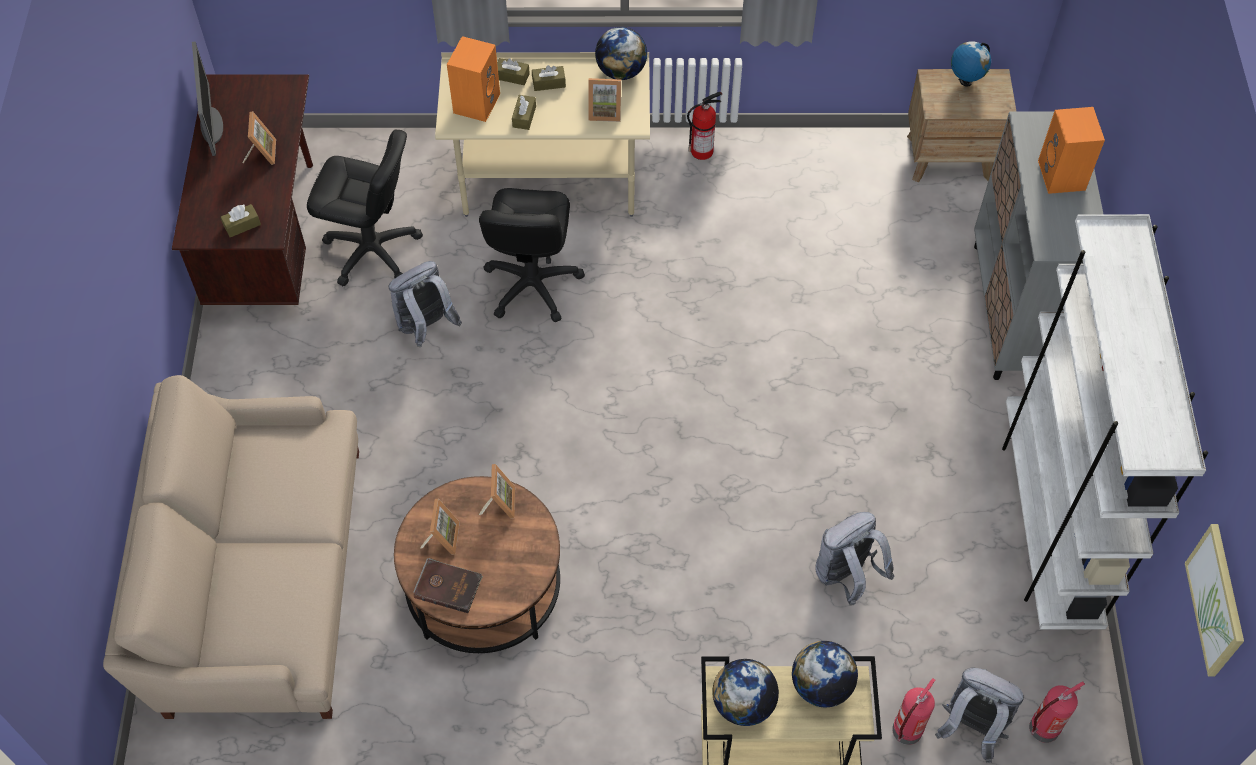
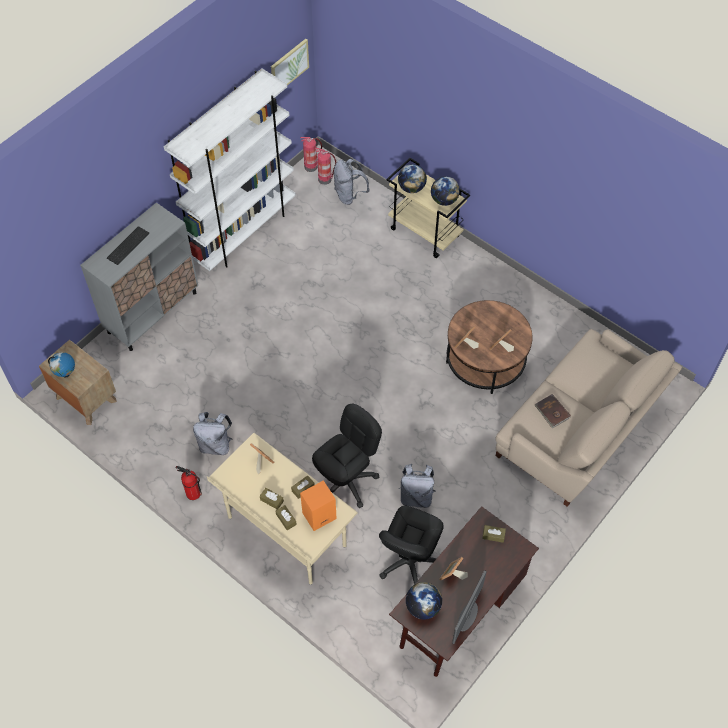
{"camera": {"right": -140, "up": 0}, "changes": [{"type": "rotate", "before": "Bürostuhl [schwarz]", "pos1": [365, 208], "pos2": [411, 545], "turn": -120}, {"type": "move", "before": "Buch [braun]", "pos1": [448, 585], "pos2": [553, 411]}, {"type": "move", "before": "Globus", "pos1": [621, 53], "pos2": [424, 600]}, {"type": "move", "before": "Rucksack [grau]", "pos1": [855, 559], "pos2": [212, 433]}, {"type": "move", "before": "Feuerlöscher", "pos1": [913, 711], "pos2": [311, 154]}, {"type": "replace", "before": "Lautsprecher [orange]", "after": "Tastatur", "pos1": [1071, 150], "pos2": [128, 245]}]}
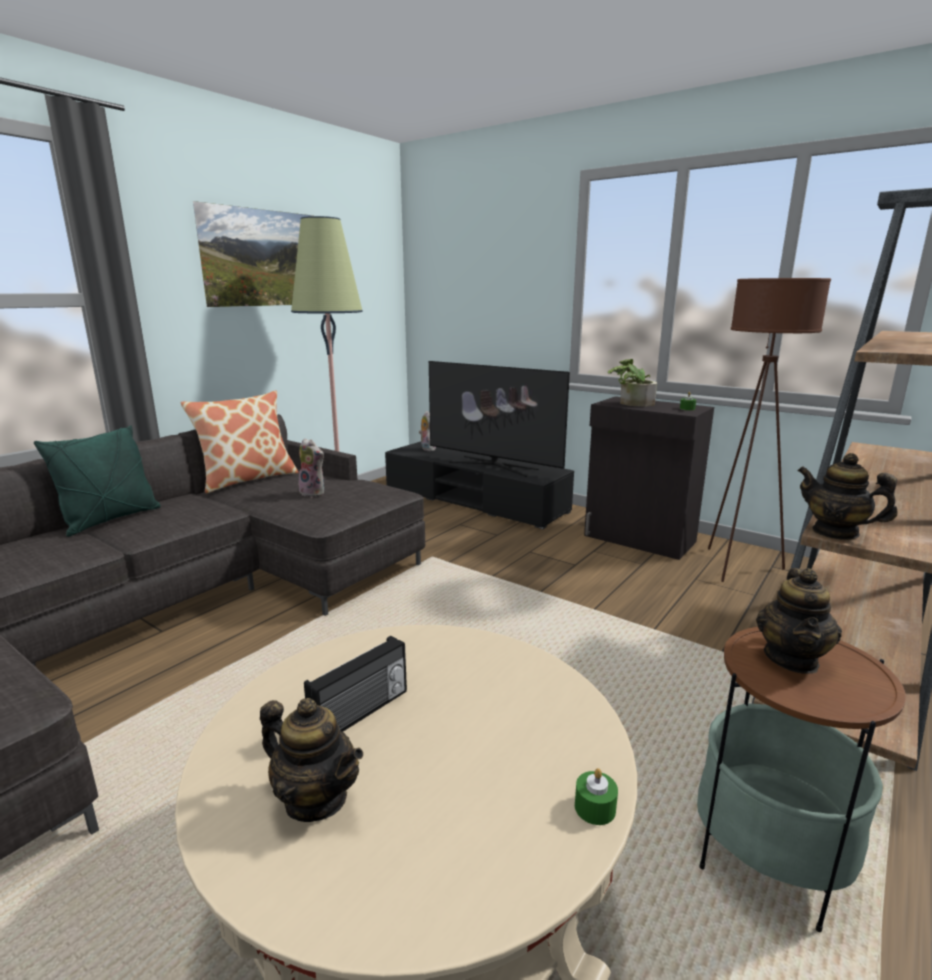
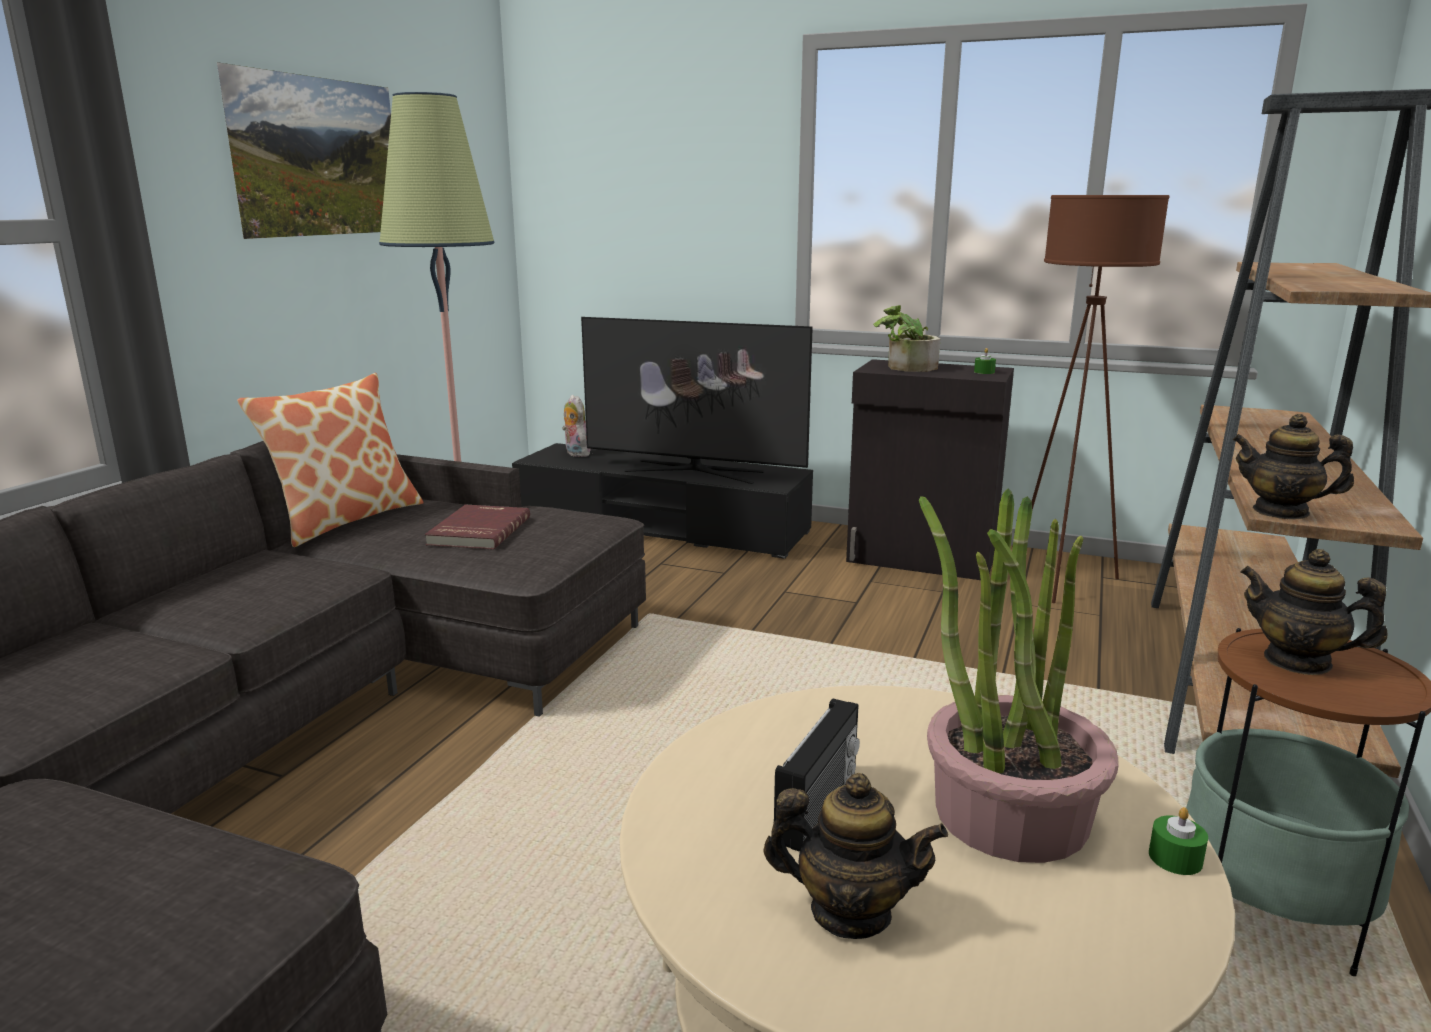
{"camera": {"right": -15, "up": 0}, "changes": [{"type": "delete", "before": "Kissen [grün]", "pos1": [97, 481]}, {"type": "replace", "before": "Plüschtier", "after": "Buch [rot]", "pos1": [310, 467], "pos2": [477, 527]}, {"type": "rotate", "before": "Teekanne", "pos1": [799, 621], "pos2": [1313, 612], "turn": 120}, {"type": "insert", "after": "Topfpflanze", "pos2": [1019, 675]}]}
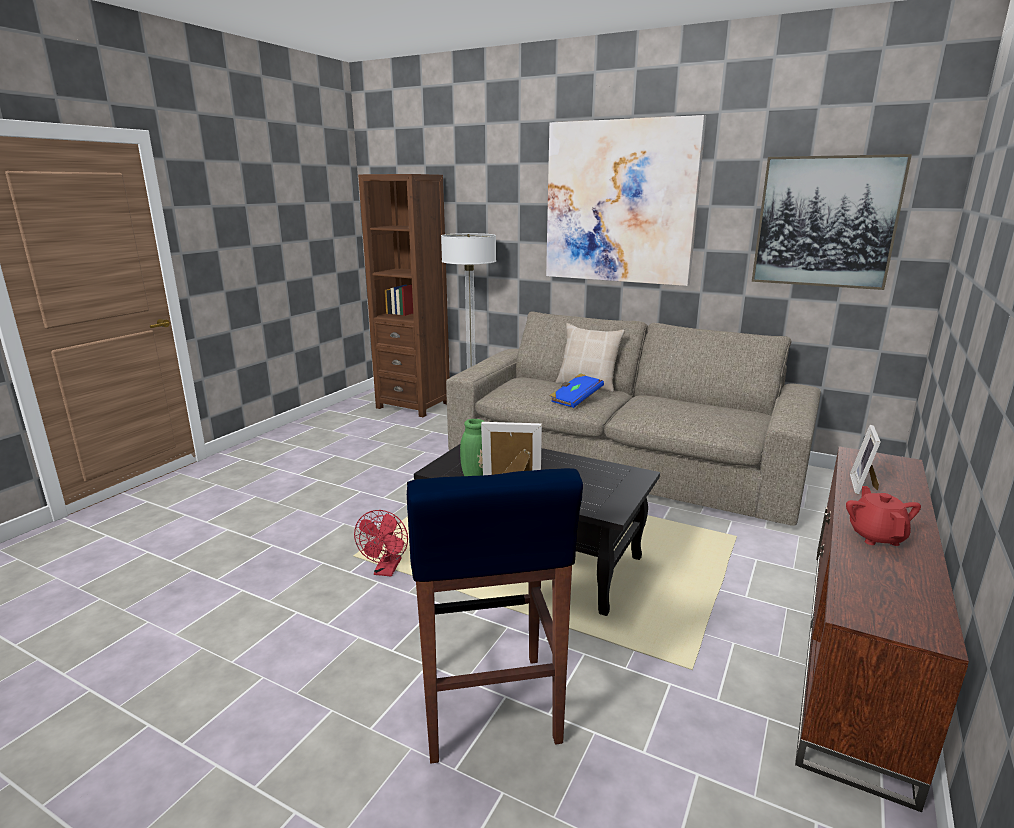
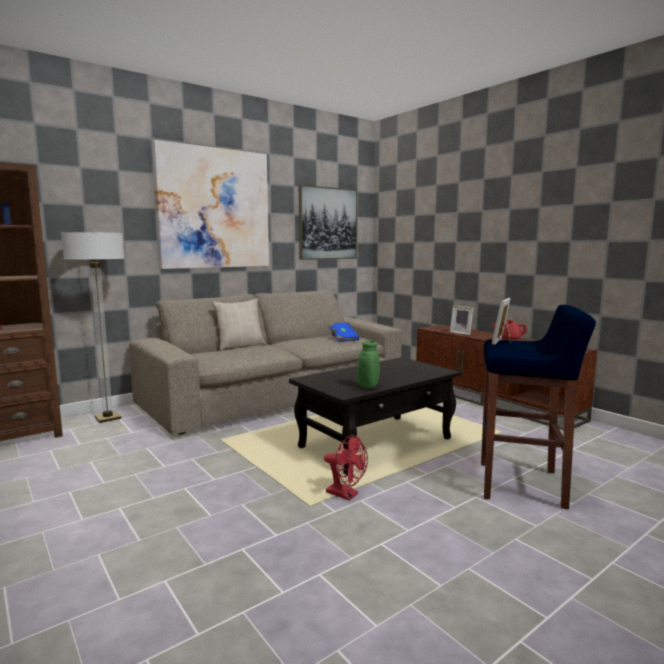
{"camera": {"right": -65, "up": -10}, "changes": [{"type": "move", "before": "Buch [blau]", "pos1": [577, 390], "pos2": [344, 332]}]}
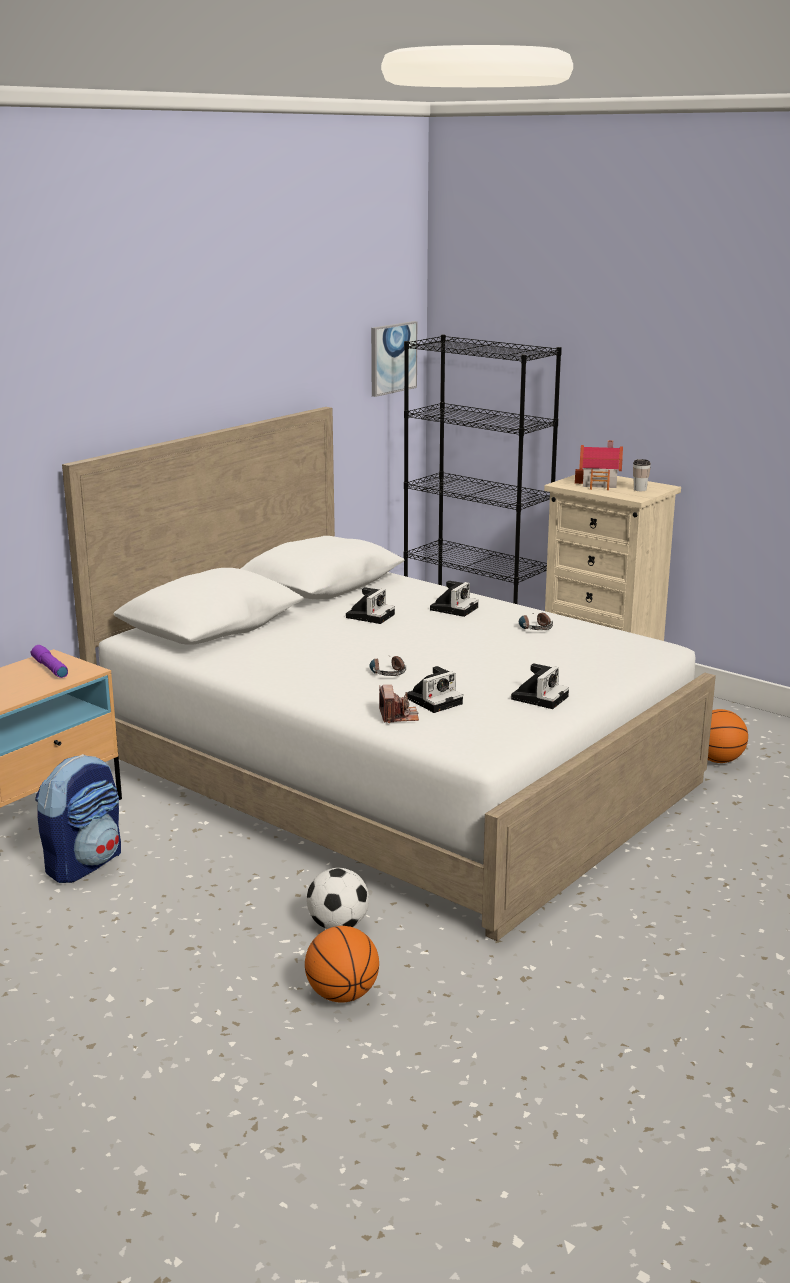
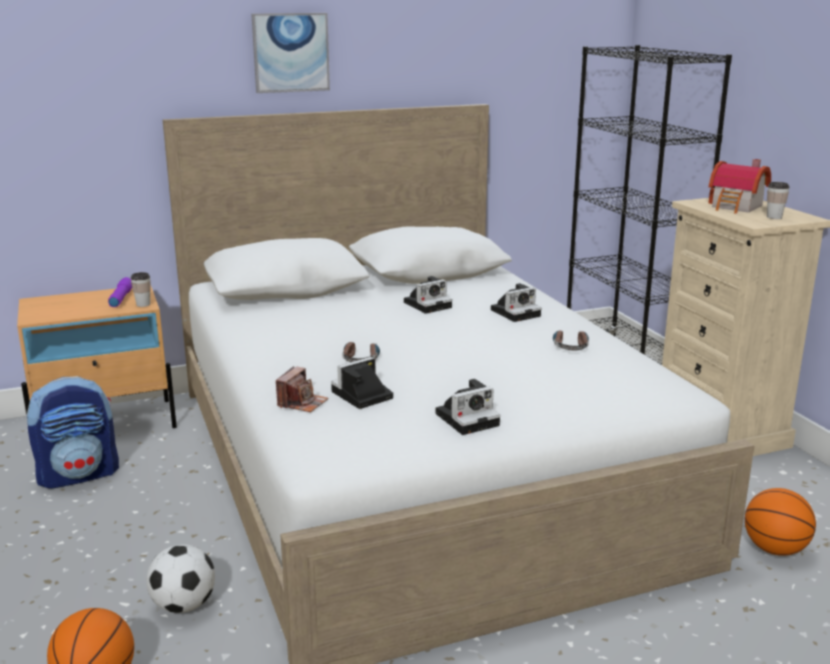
{"camera": {"right": 30, "up": 0}, "changes": [{"type": "move", "before": "Bild", "pos1": [394, 359], "pos2": [290, 53]}, {"type": "rotate", "before": "Kamera", "pos1": [435, 689], "pos2": [362, 383], "turn": 150}, {"type": "insert", "after": "Tasse", "pos2": [141, 289]}]}
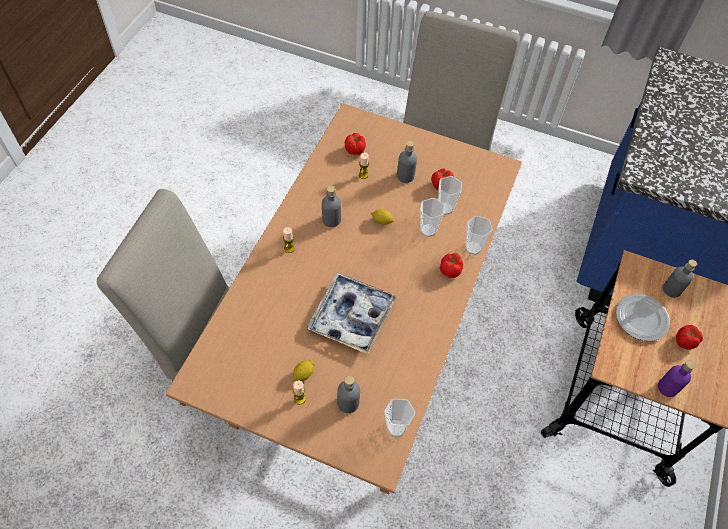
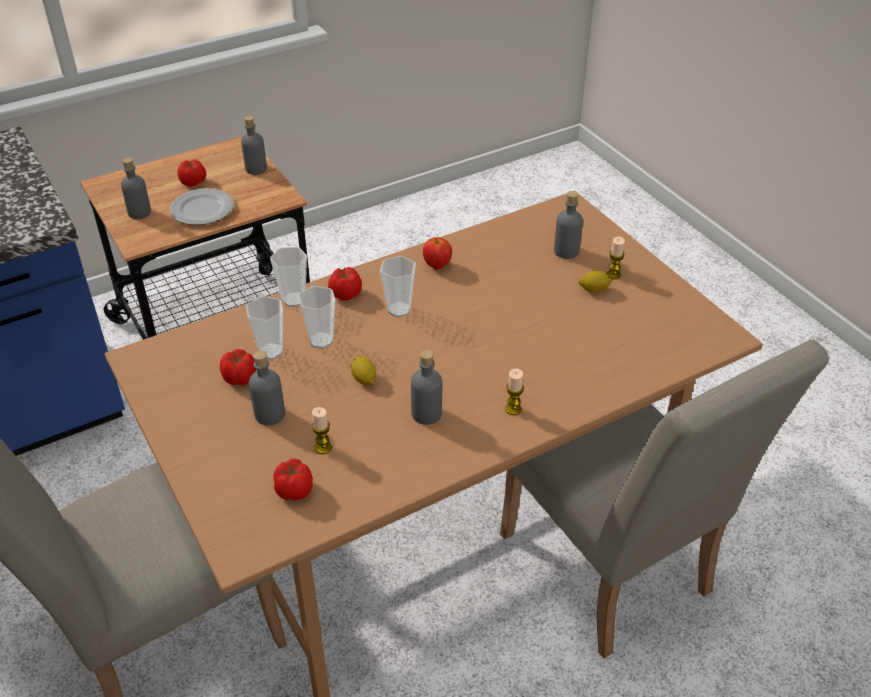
{"camera": {"right": -140, "up": -15}, "changes": [{"type": "delete", "before": "Tablett", "pos1": [352, 313]}, {"type": "move", "before": "Tasse", "pos1": [399, 418], "pos2": [398, 286]}, {"type": "recolor", "before": "Flasche [lila]", "after": "Flasche [grau]", "pos1": [676, 379], "pos2": [254, 145]}, {"type": "insert", "after": "Apfel", "pos2": [437, 253]}]}
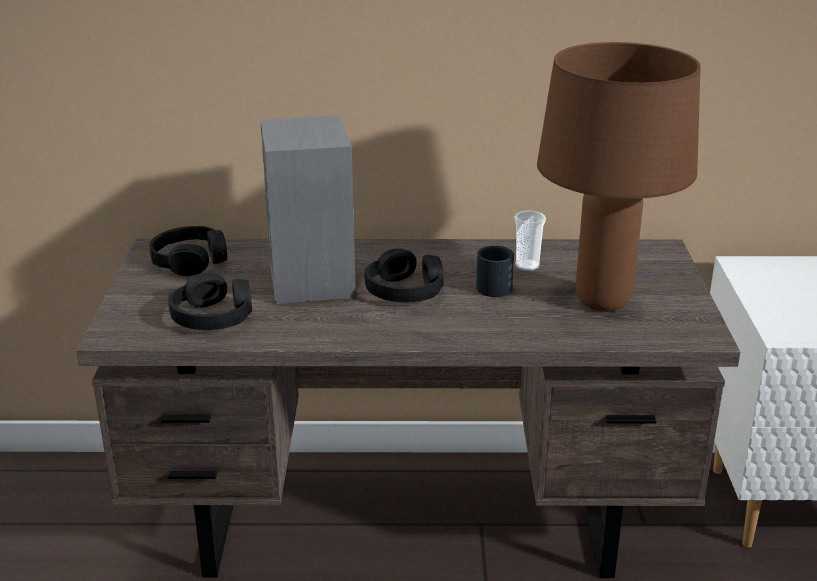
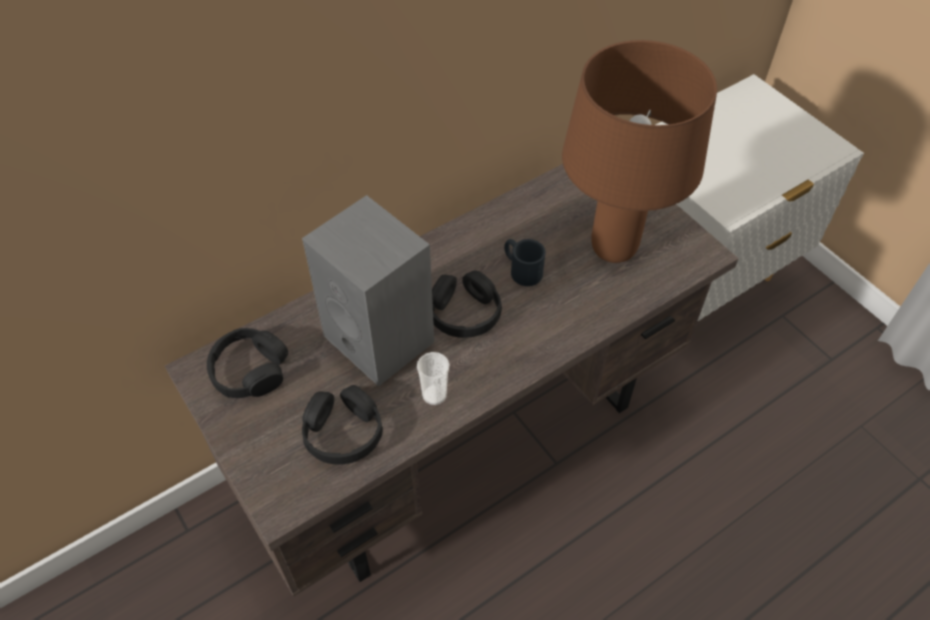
{"camera": {"right": -35, "up": 25}, "changes": [{"type": "move", "before": "Tasse", "pos1": [530, 240], "pos2": [433, 378]}]}
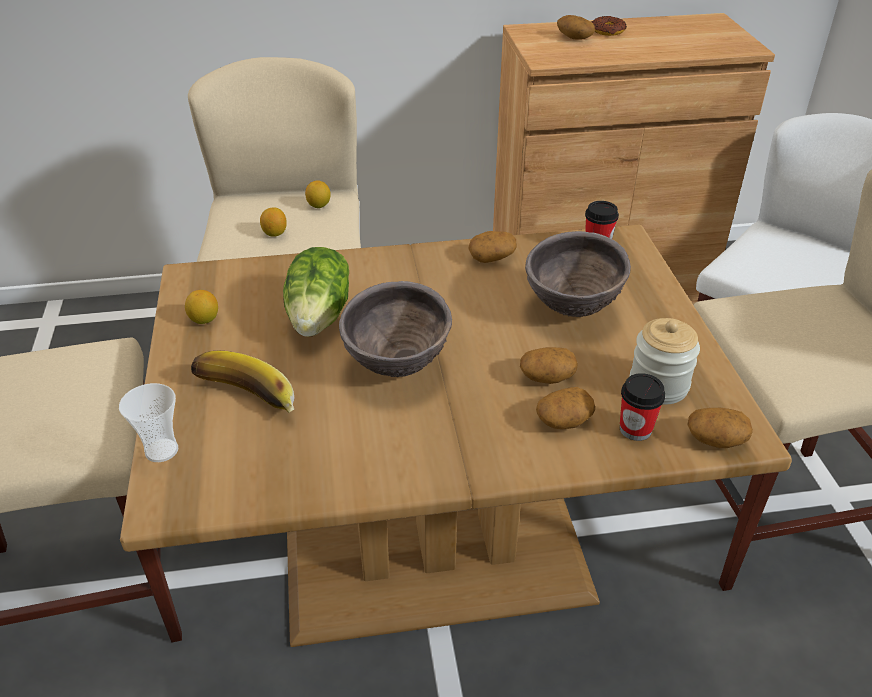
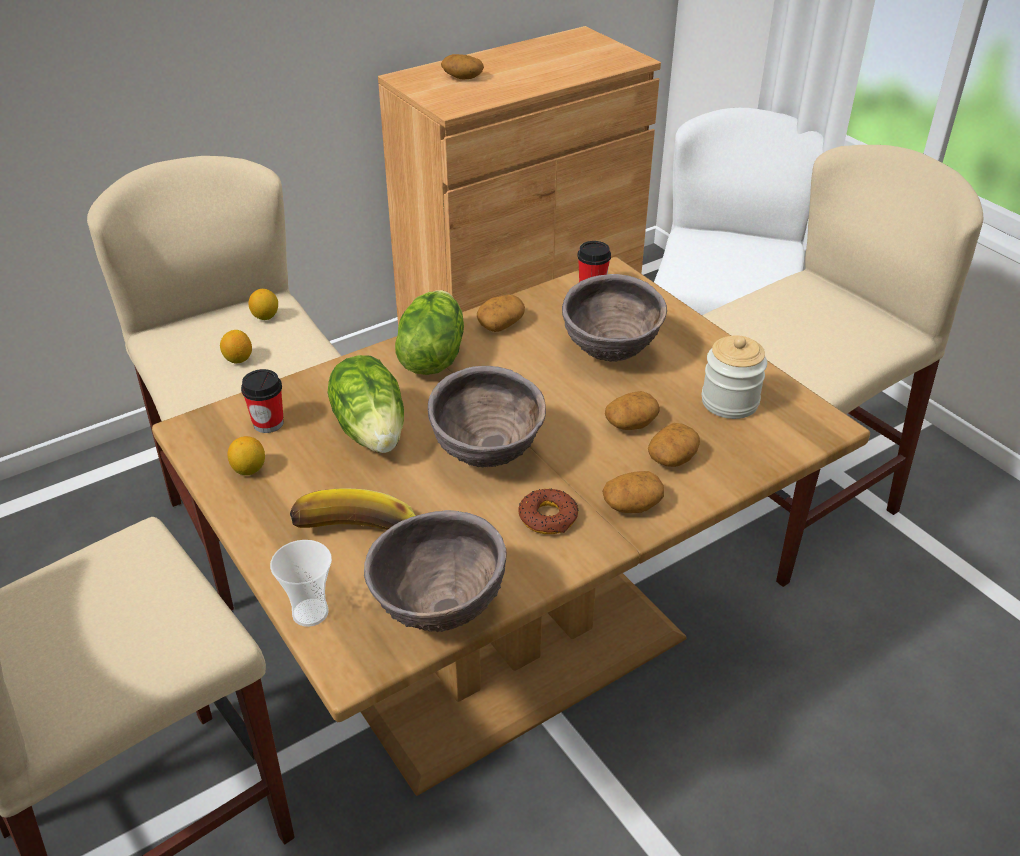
{"camera": {"right": -25, "up": 0}, "changes": [{"type": "move", "before": "Donut", "pos1": [609, 26], "pos2": [548, 511]}, {"type": "move", "before": "Tasse", "pos1": [642, 407], "pos2": [262, 401]}, {"type": "move", "before": "Kartoffel", "pos1": [720, 428], "pos2": [633, 492]}, {"type": "insert", "after": "Schüssel [braun]", "pos2": [435, 571]}, {"type": "insert", "after": "Salatkopf", "pos2": [429, 332]}]}
